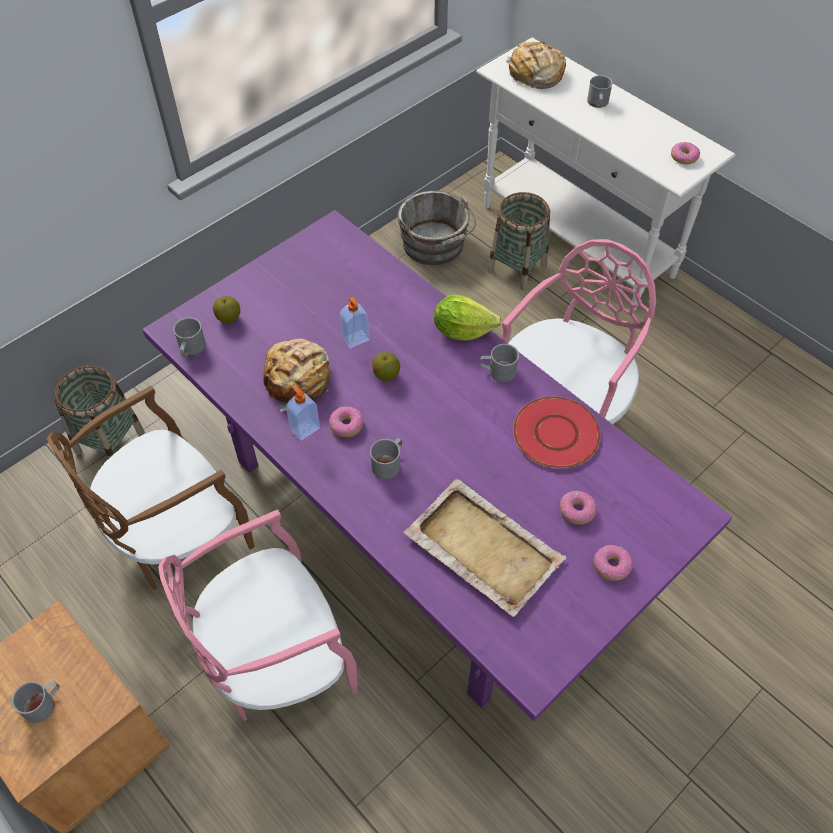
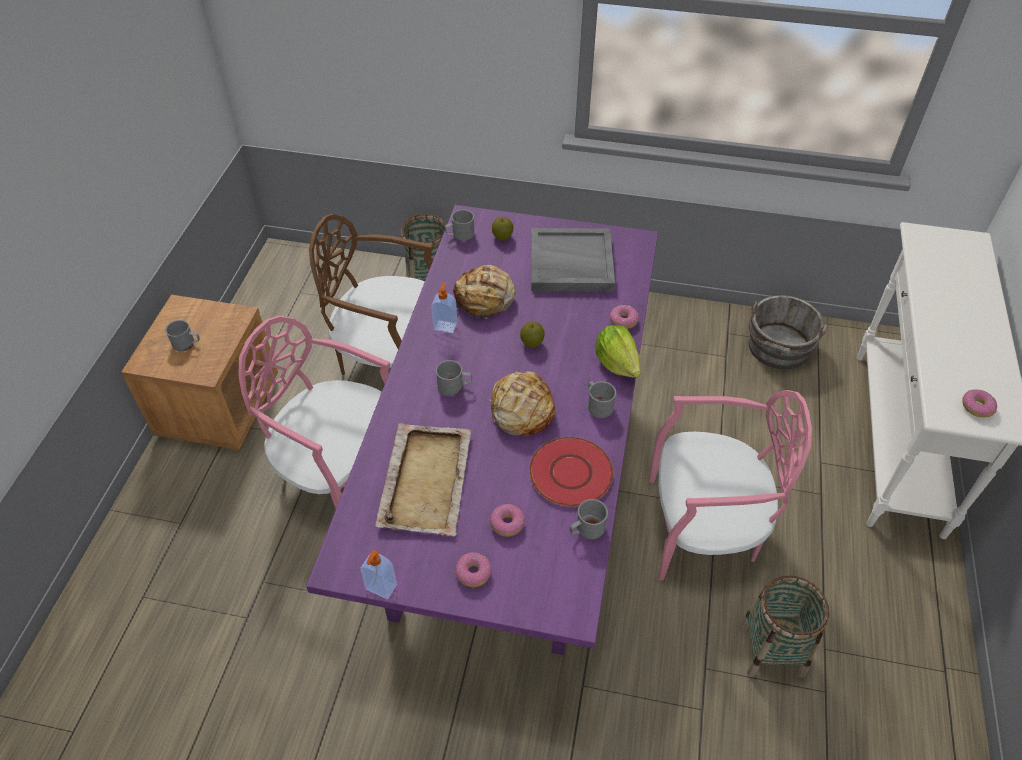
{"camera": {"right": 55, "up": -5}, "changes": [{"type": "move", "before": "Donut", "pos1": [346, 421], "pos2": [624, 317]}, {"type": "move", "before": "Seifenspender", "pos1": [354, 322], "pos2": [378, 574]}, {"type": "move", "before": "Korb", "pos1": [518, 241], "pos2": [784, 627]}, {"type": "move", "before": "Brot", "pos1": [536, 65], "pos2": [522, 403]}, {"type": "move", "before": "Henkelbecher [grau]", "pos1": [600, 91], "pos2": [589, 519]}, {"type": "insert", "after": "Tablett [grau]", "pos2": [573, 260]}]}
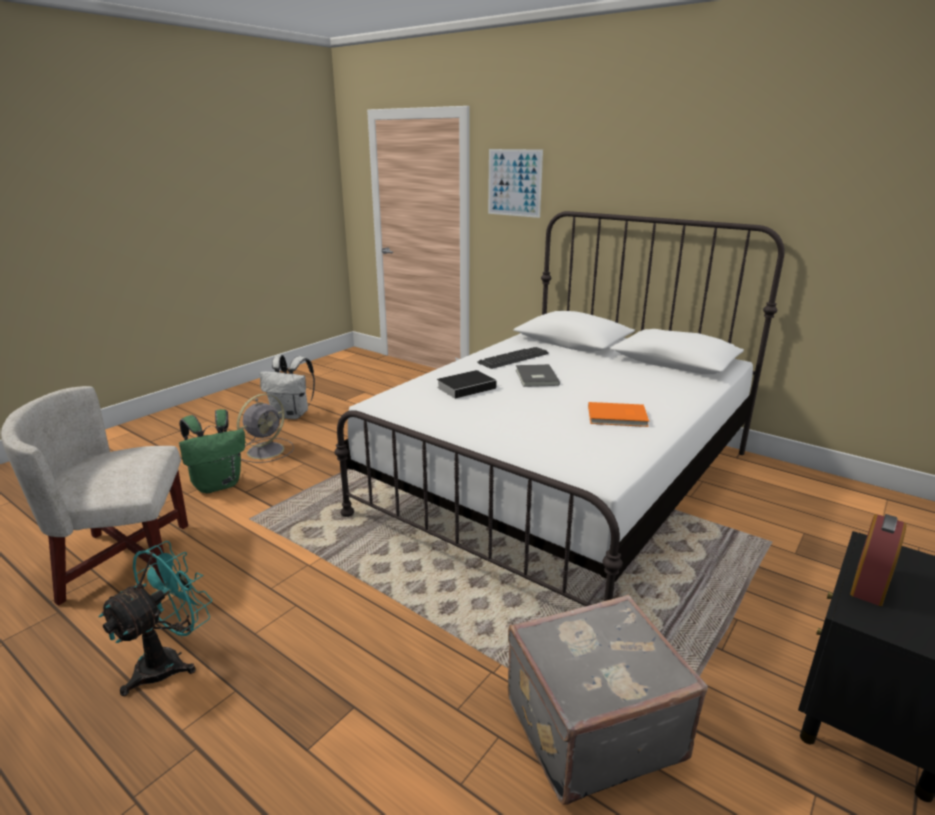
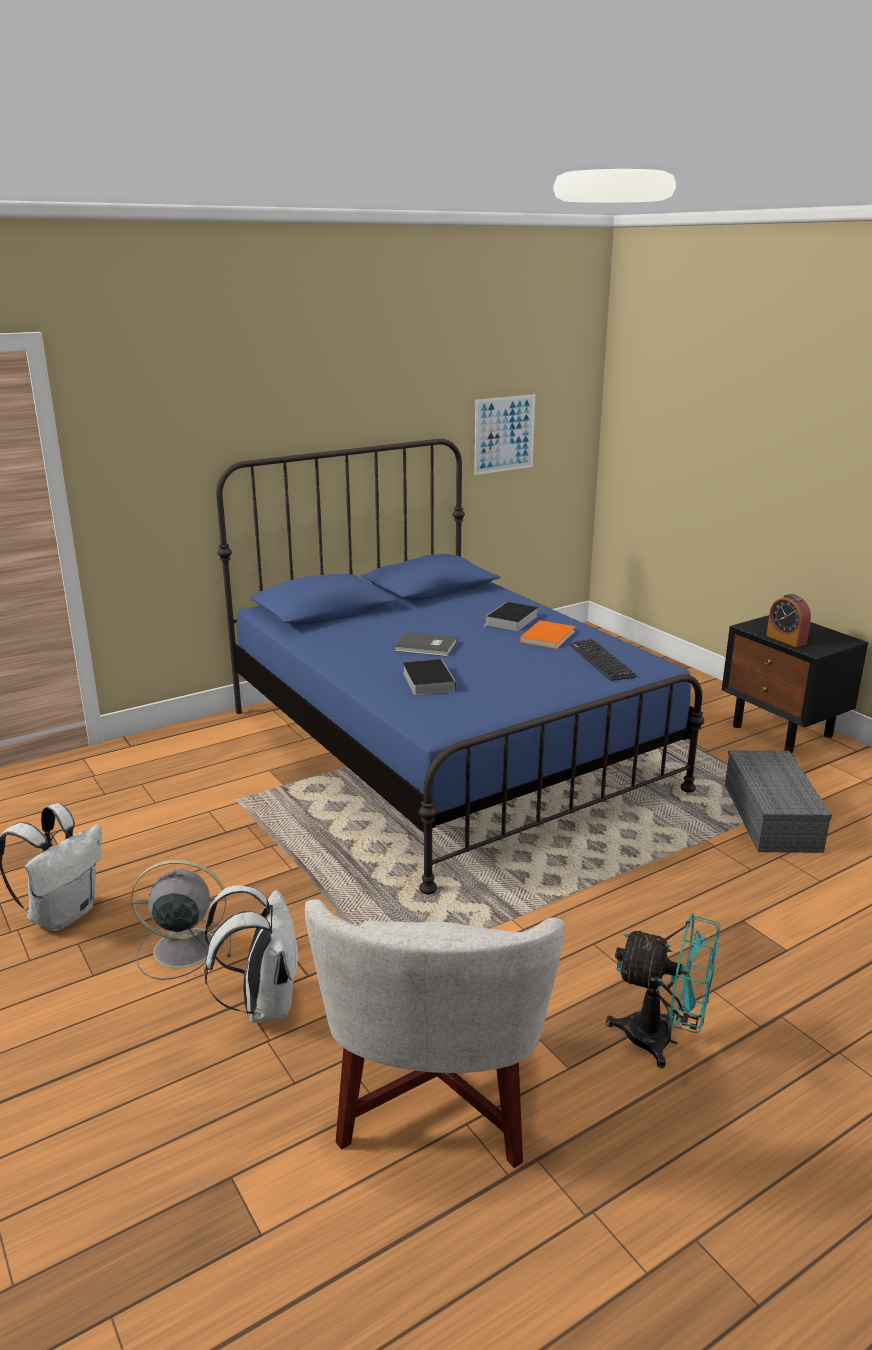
{"camera": {"right": -70, "up": 0}, "changes": [{"type": "rotate", "before": "Ventilator [türkis]", "pos1": [155, 618], "pos2": [663, 990], "turn": 150}, {"type": "recolor", "before": "Rucksack [grün]", "after": "Rucksack [weiß]", "pos1": [212, 451], "pos2": [252, 954]}, {"type": "rotate", "before": "Ventilator [grau]", "pos1": [265, 428], "pos2": [181, 919], "turn": -60}, {"type": "recolor", "before": "Bett [weiß]", "after": "Bett [blau]", "pos1": [559, 408], "pos2": [460, 667]}, {"type": "move", "before": "Tastatur", "pos1": [513, 358], "pos2": [603, 660]}, {"type": "move", "before": "Bild", "pos1": [515, 183], "pos2": [504, 434]}, {"type": "replace", "before": "Koffer [grau]", "after": "Aufbewahrungsbox [grau]", "pos1": [608, 699], "pos2": [778, 801]}, {"type": "insert", "after": "Buch", "pos2": [510, 616]}]}
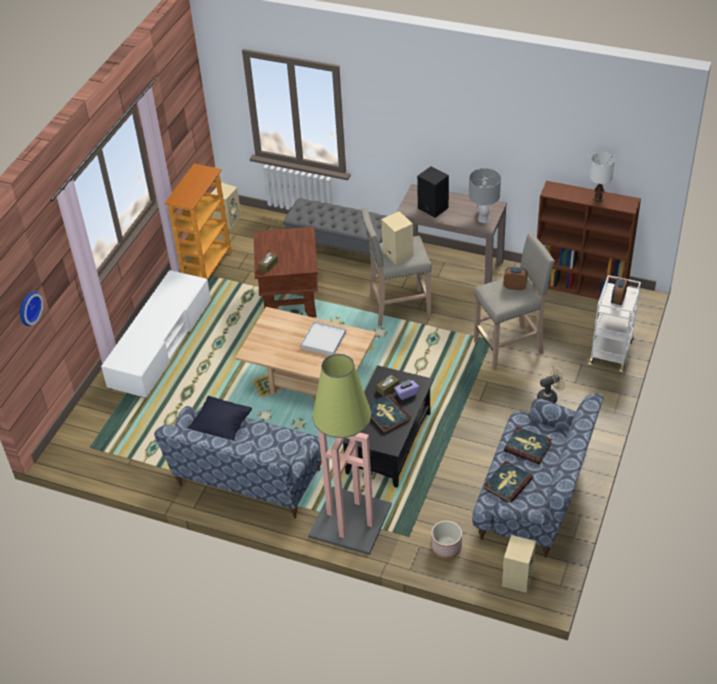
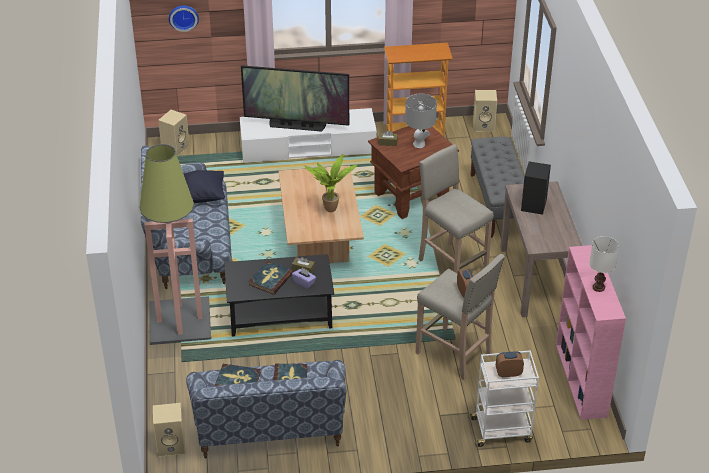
{"camera": {"right": 60, "up": -5}, "changes": [{"type": "replace", "before": "Tablett [weiß]", "after": "Topfpflanze", "pos1": [323, 338], "pos2": [331, 183]}, {"type": "move", "before": "Lautsprecher [beige]", "pos1": [397, 237], "pos2": [174, 132]}, {"type": "delete", "before": "Pflanzkübel", "pos1": [446, 539]}, {"type": "move", "before": "Tischlampe [grau]", "pos1": [485, 195], "pos2": [421, 121]}, {"type": "recolor", "before": "Bücherregal [braun]", "after": "Bücherregal [rosa]", "pos1": [587, 240], "pos2": [591, 332]}, {"type": "delete", "before": "Ventilator [beige]", "pos1": [551, 384]}, {"type": "insert", "after": "Fernseher", "pos2": [295, 98]}]}
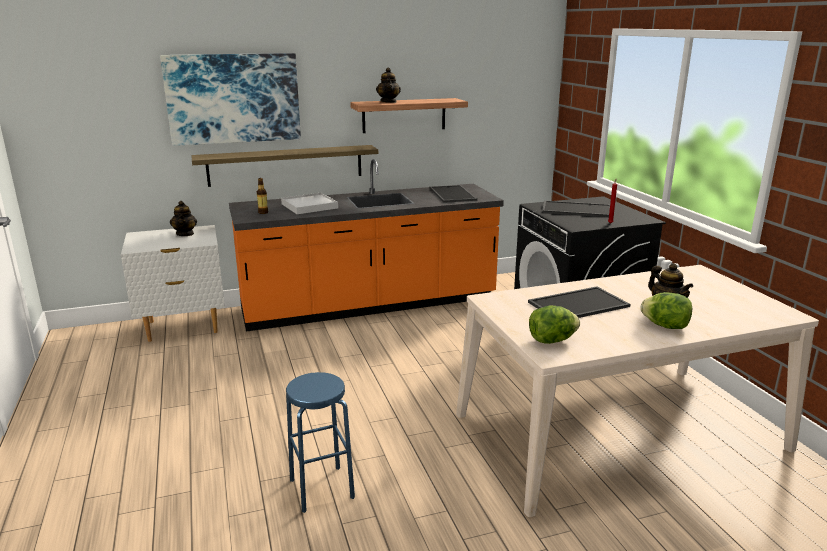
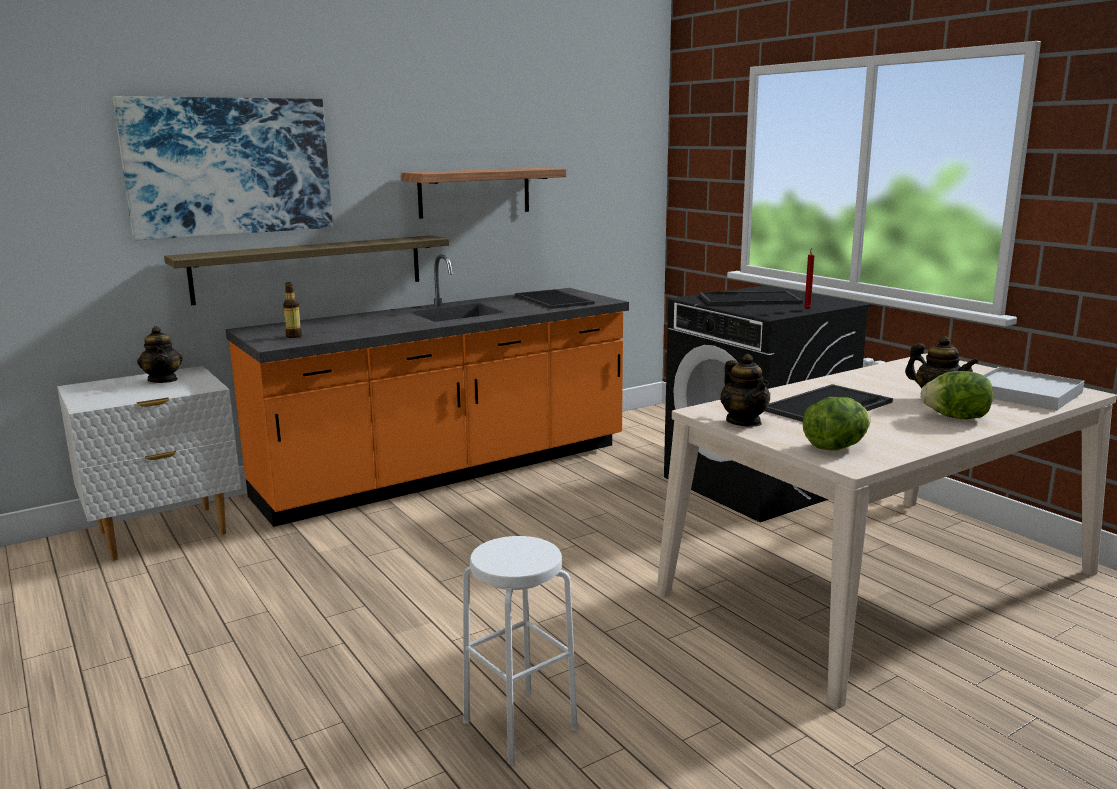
{"camera": {"right": -15, "up": -5}, "changes": [{"type": "move", "before": "Tablett [weiß]", "pos1": [309, 203], "pos2": [1034, 389]}, {"type": "recolor", "before": "Hocker [blau]", "after": "Hocker [weiß]", "pos1": [320, 442], "pos2": [520, 650]}, {"type": "move", "before": "Teekanne", "pos1": [388, 85], "pos2": [745, 390]}]}
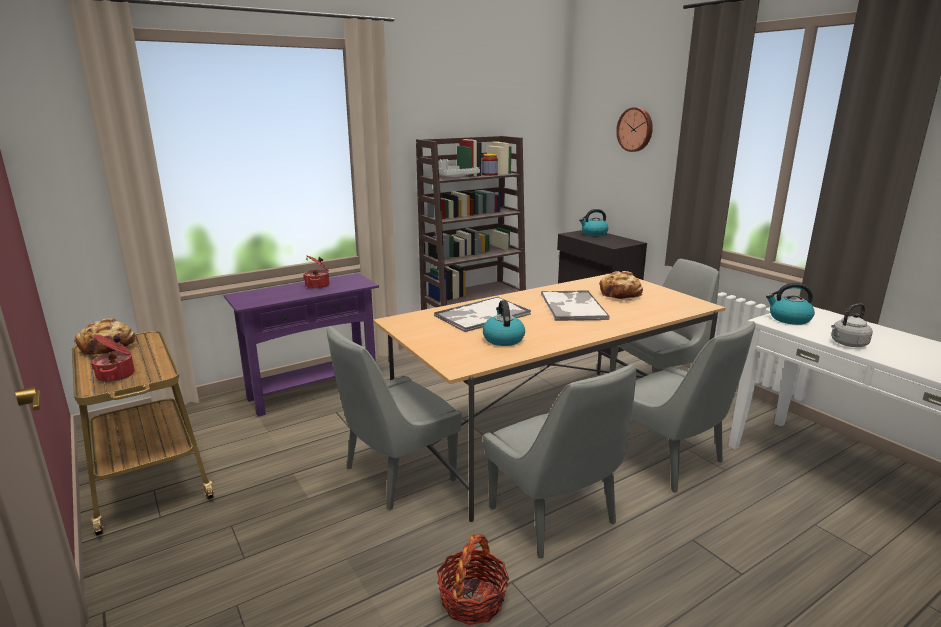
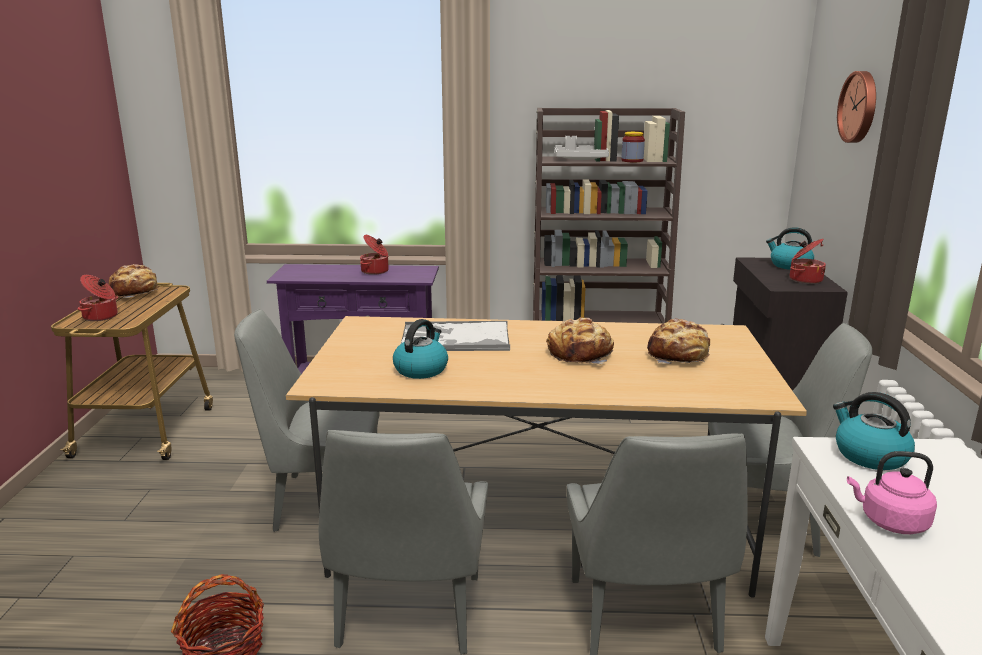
{"camera": {"right": 35, "up": 0}, "changes": [{"type": "replace", "before": "Tablett", "after": "Brot", "pos1": [575, 305], "pos2": [580, 341]}, {"type": "recolor", "before": "Wasserkessel [grau]", "after": "Wasserkessel [rosa]", "pos1": [852, 325], "pos2": [892, 492]}, {"type": "insert", "after": "Kochtopf", "pos2": [808, 261]}]}
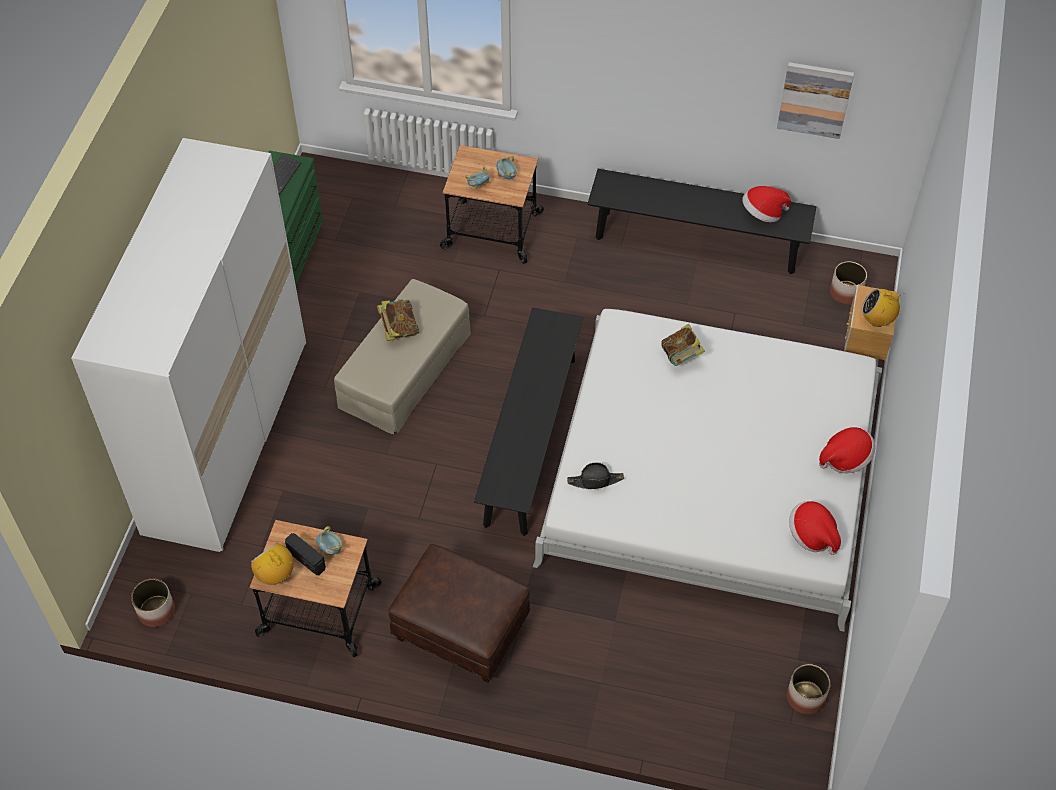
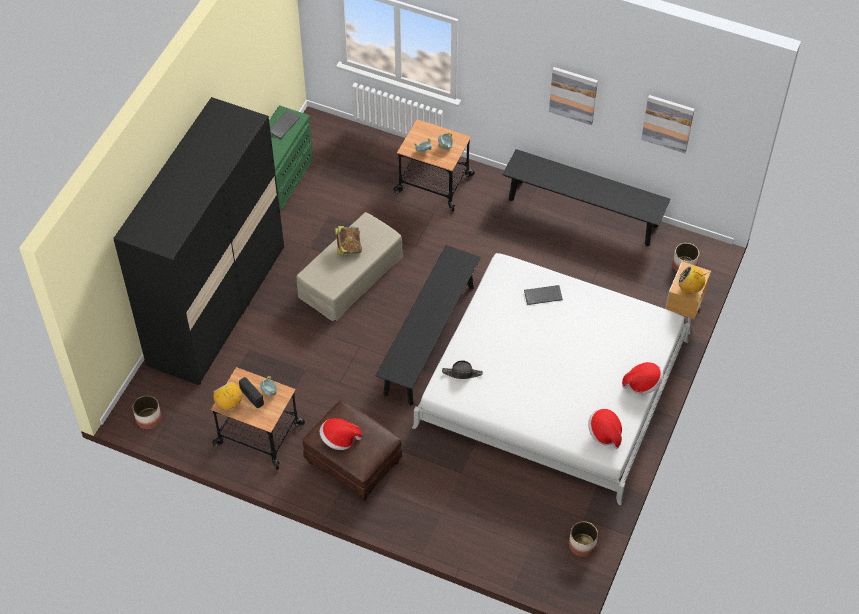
{"camera": {"right": 10, "up": 0}, "changes": [{"type": "recolor", "before": "Kleiderschrank [weiß]", "after": "Kleiderschrank [schwarz]", "pos1": [188, 345], "pos2": [198, 241]}, {"type": "replace", "before": "Buch", "after": "Tastatur", "pos1": [683, 345], "pos2": [543, 295]}, {"type": "move", "before": "Hut", "pos1": [766, 204], "pos2": [341, 434]}, {"type": "insert", "after": "Bild", "pos2": [573, 96]}]}
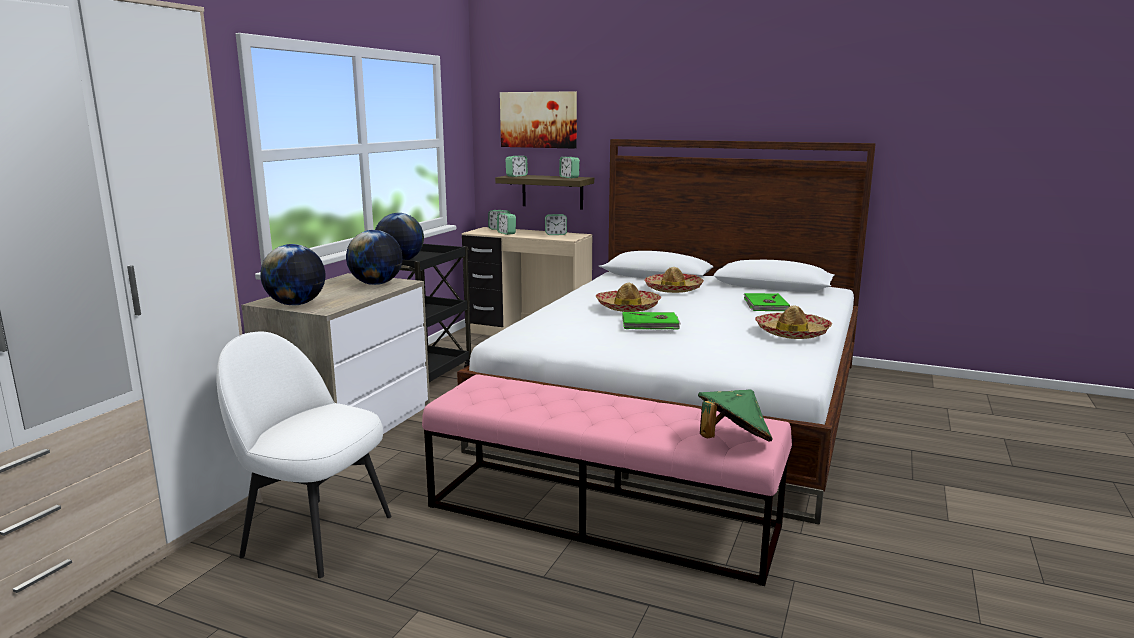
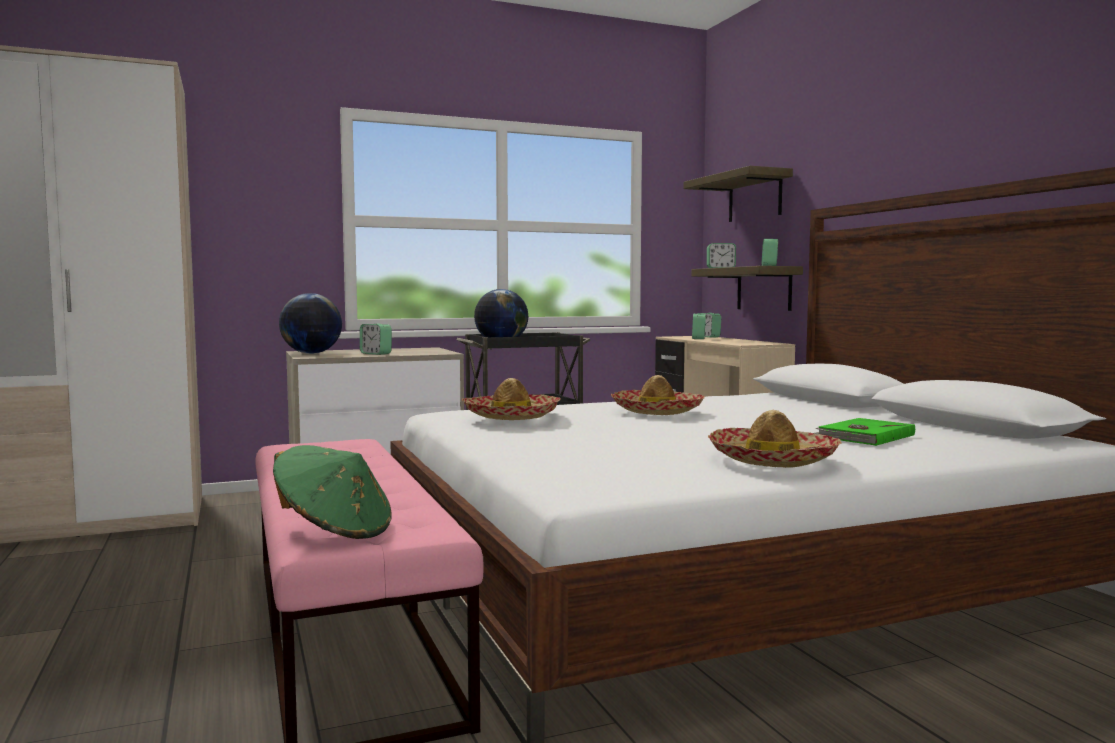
{"camera": {"right": 45, "up": -10}, "changes": [{"type": "delete", "before": "Stuhl [weiß]", "pos1": [304, 455]}, {"type": "delete", "before": "Globus", "pos1": [374, 257]}, {"type": "replace", "before": "Bild", "after": "Wandregal", "pos1": [538, 120], "pos2": [738, 194]}, {"type": "move", "before": "Wecker", "pos1": [556, 224], "pos2": [376, 339]}, {"type": "delete", "before": "Buch [grün]", "pos1": [651, 320]}, {"type": "move", "before": "Hut", "pos1": [674, 280], "pos2": [511, 399]}]}
